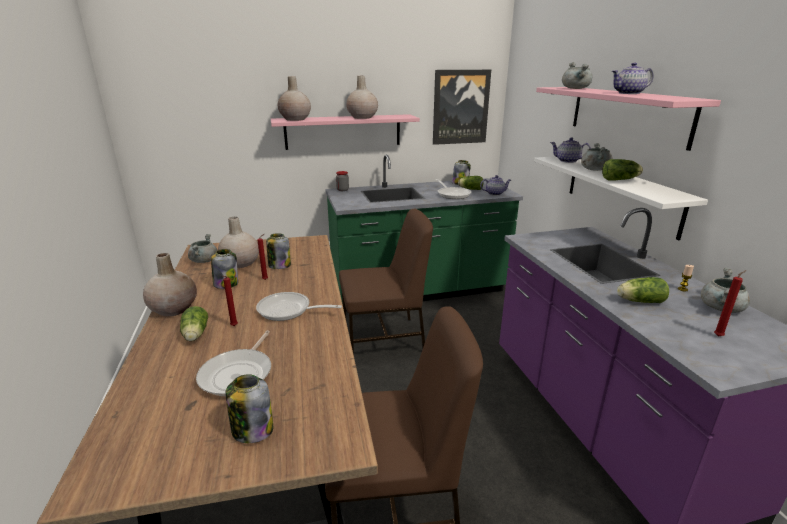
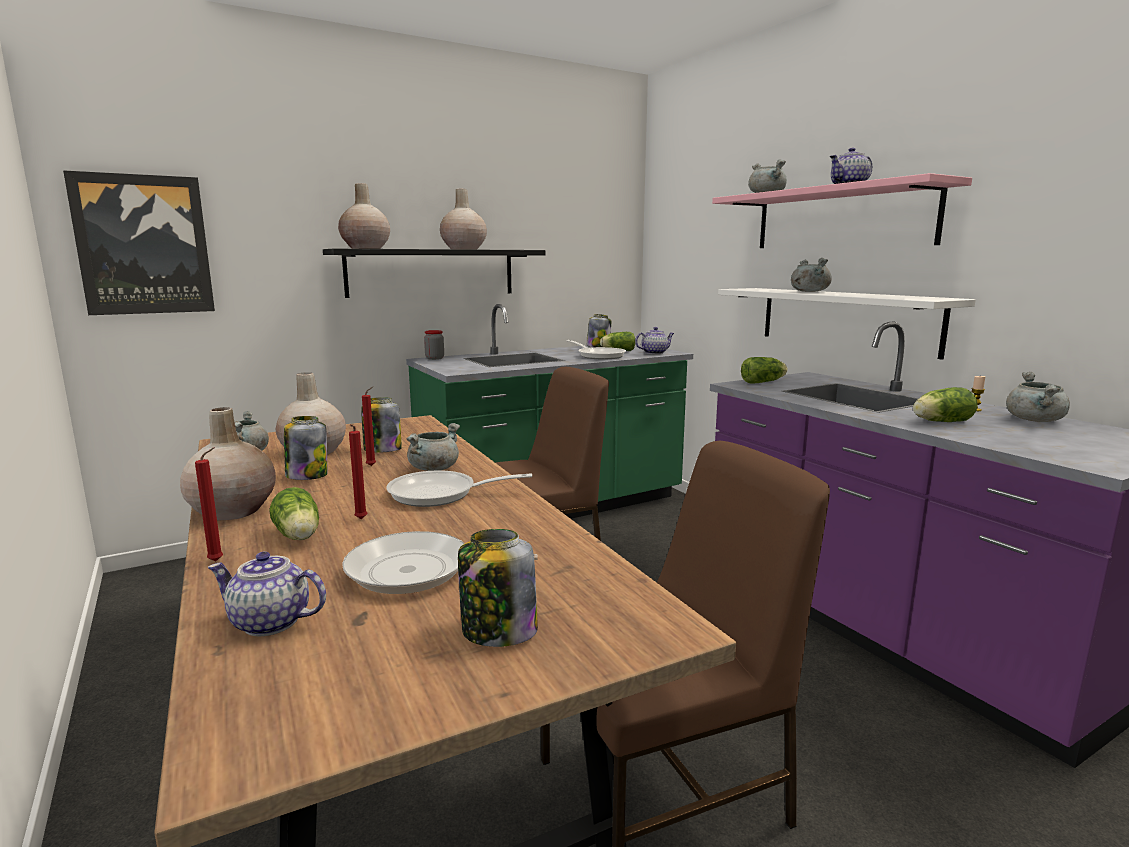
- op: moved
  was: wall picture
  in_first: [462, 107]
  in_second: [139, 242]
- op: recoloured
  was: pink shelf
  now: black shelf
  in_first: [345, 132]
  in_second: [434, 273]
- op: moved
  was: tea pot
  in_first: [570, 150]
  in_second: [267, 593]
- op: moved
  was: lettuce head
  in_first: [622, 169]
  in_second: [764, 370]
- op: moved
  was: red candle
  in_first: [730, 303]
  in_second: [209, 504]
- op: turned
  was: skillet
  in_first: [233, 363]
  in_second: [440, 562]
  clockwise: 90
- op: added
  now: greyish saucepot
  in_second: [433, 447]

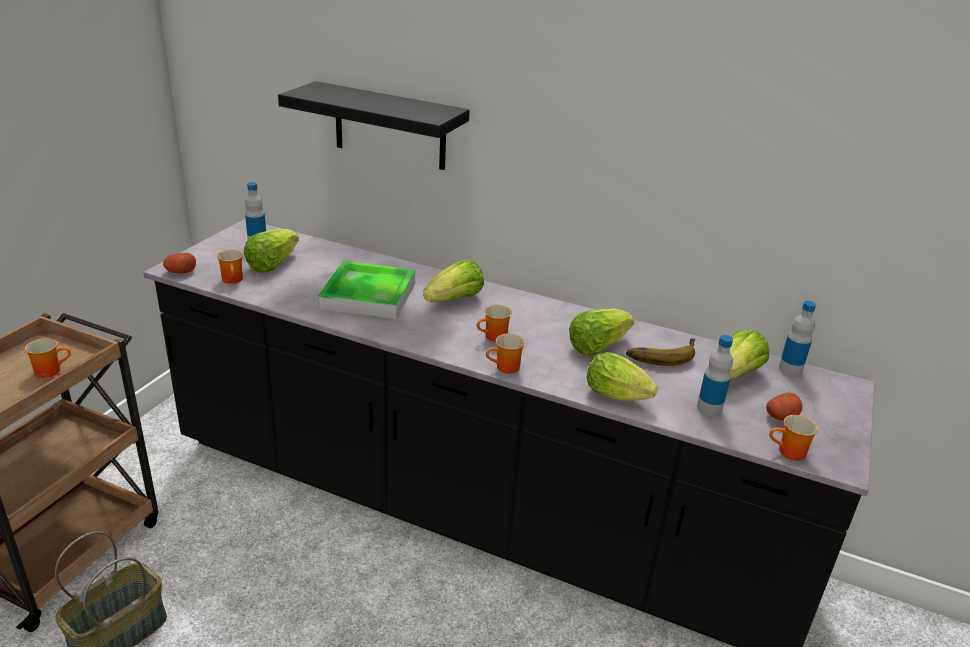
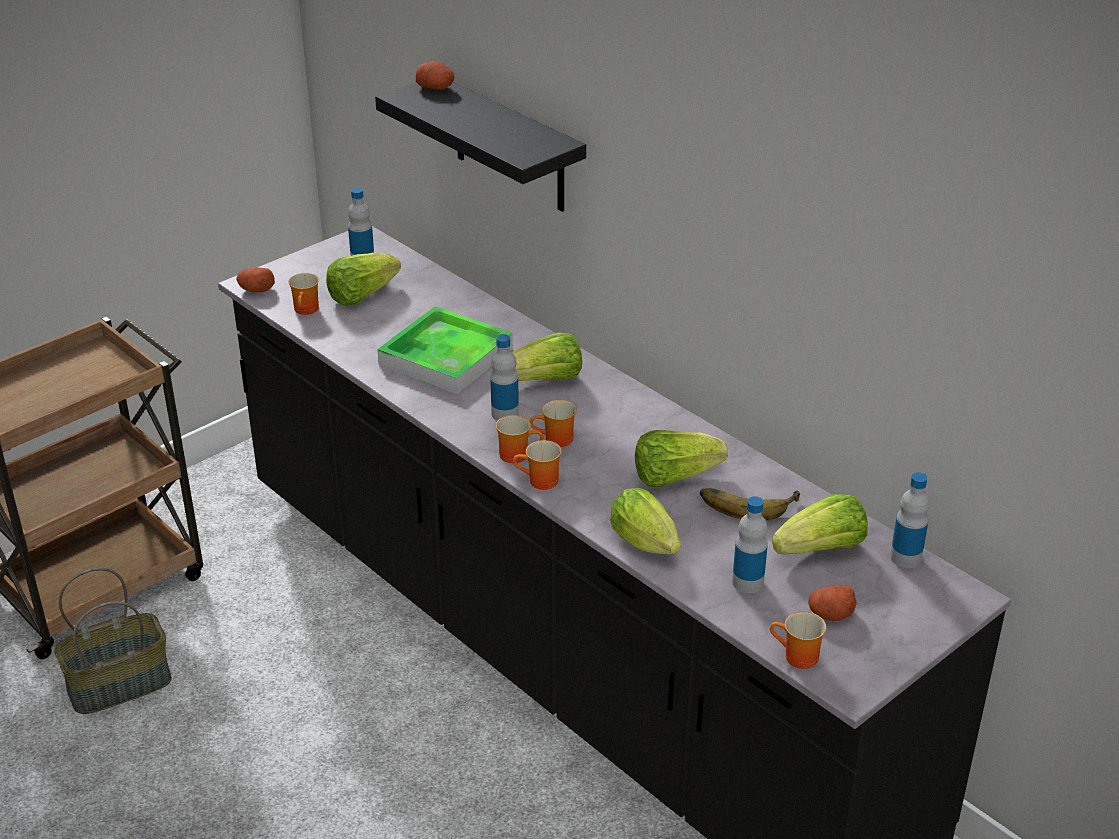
- op: moved
  was: tea mug
  in_first: [48, 358]
  in_second: [519, 439]
- op: added
  now: whole potato
  in_second: [435, 75]
- op: added
  now: beverage bottle
  in_second: [504, 377]

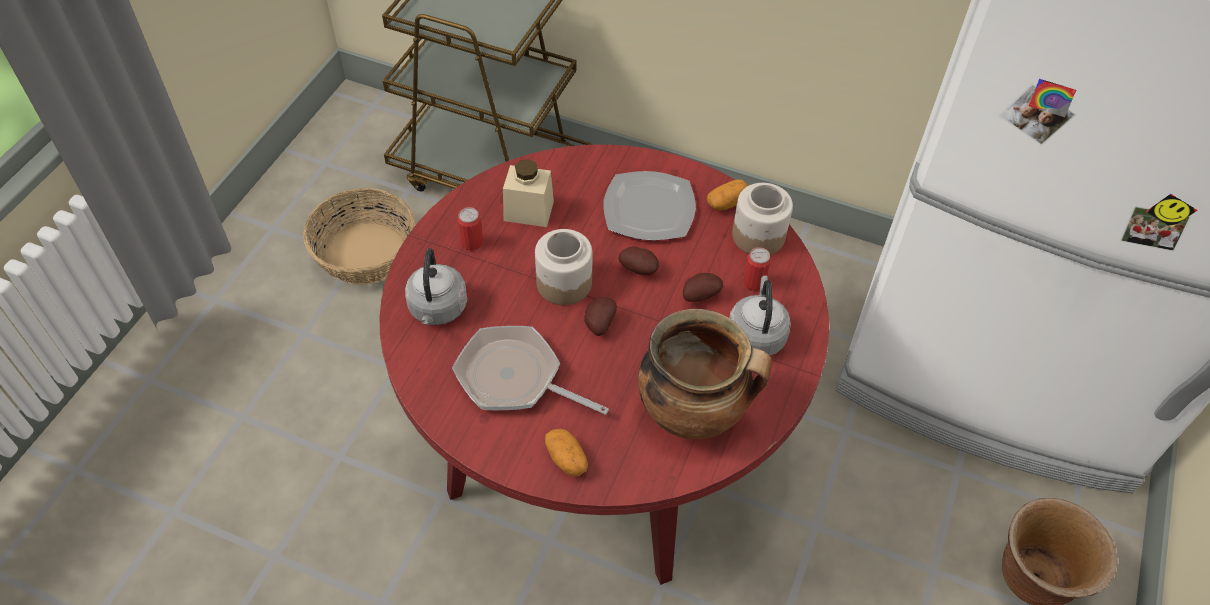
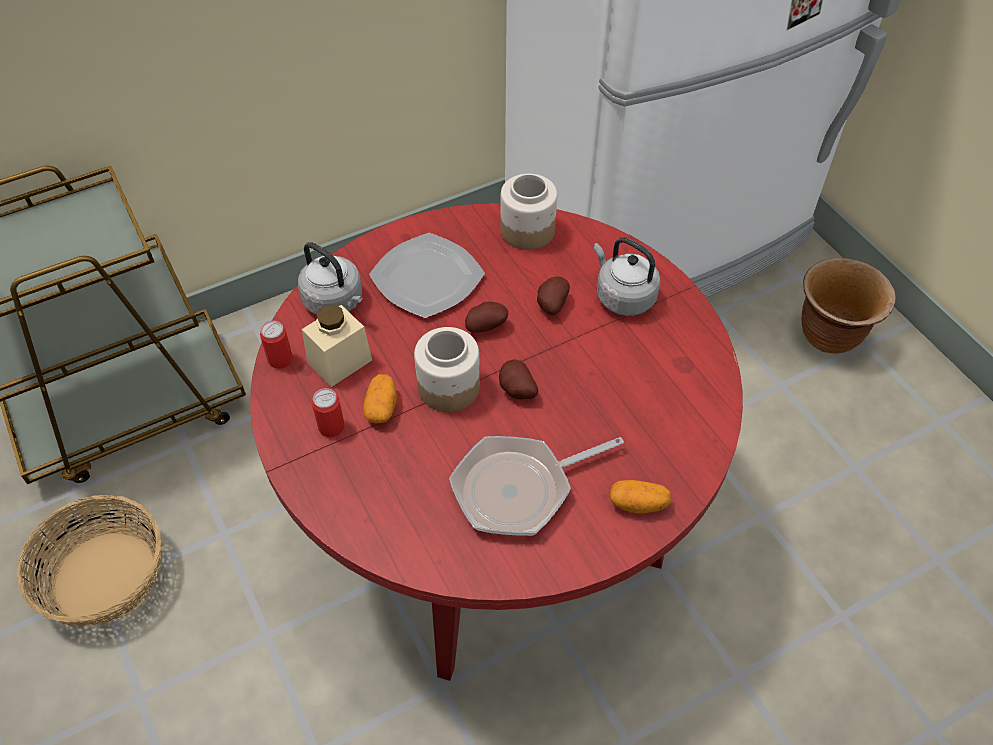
- op: moved
  was: whole potato
  in_first: [727, 194]
  in_second: [380, 399]
- op: moved
  was: sealed can
  in_first: [757, 269]
  in_second: [276, 345]
- op: moved
  was: greyish tea kettle
  in_first: [436, 286]
  in_second: [330, 278]
- op: removed
  was: saucepot
  in_first: [705, 374]

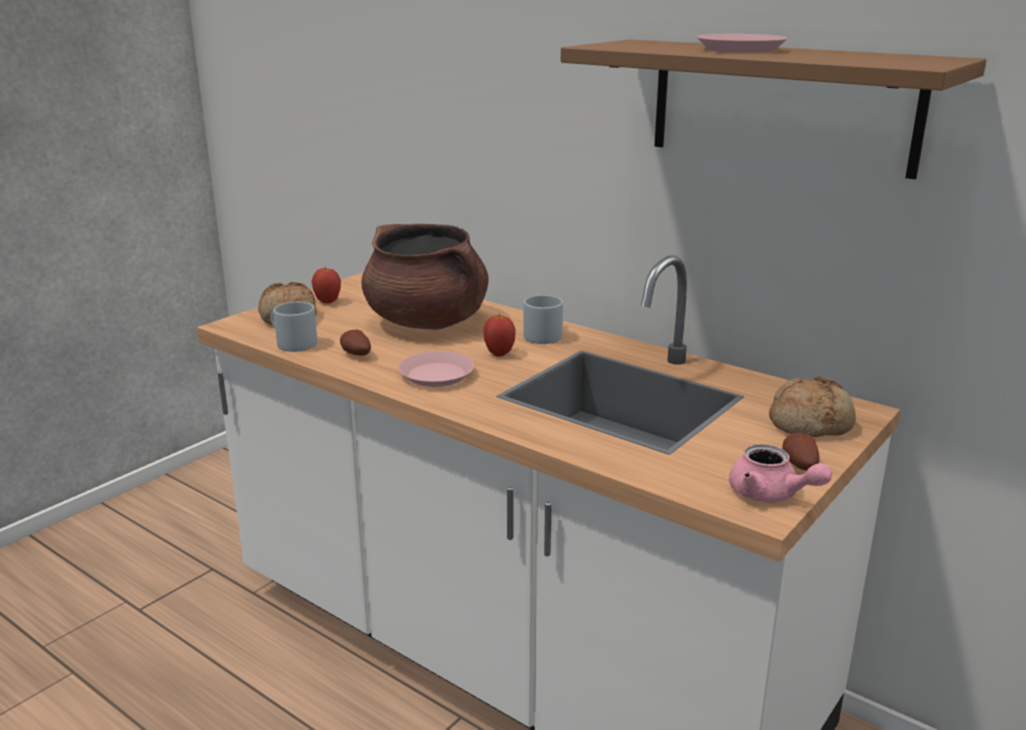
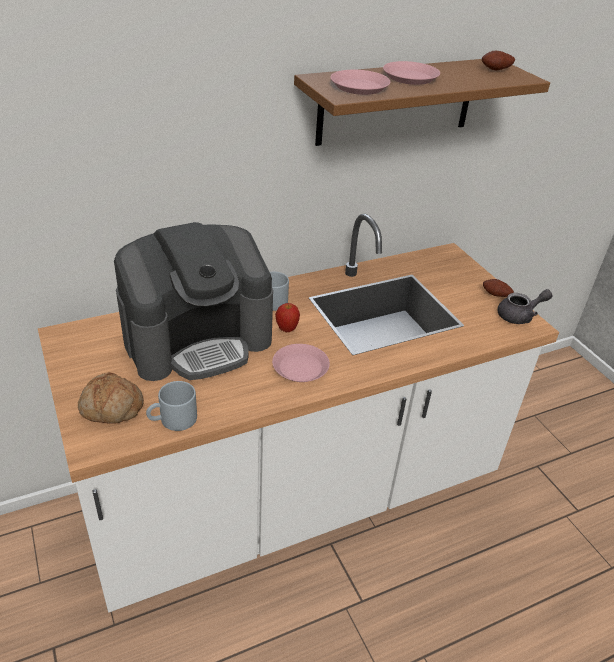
- op: replaced
  was: brown-coloured saucepot
  now: coffee machine
  in_first: [425, 277]
  in_second: [193, 301]
- op: removed
  was: apple
  in_first: [326, 285]
- op: moved
  was: whole potato
  in_first: [355, 343]
  in_second: [498, 60]
- op: removed
  was: baked bread
  in_first: [812, 406]
- op: recoloured
  was: pink tea pot
  now: greyish tea pot
  in_first: [780, 473]
  in_second: [525, 306]
- op: added
  now: pink plate
  in_second: [360, 82]

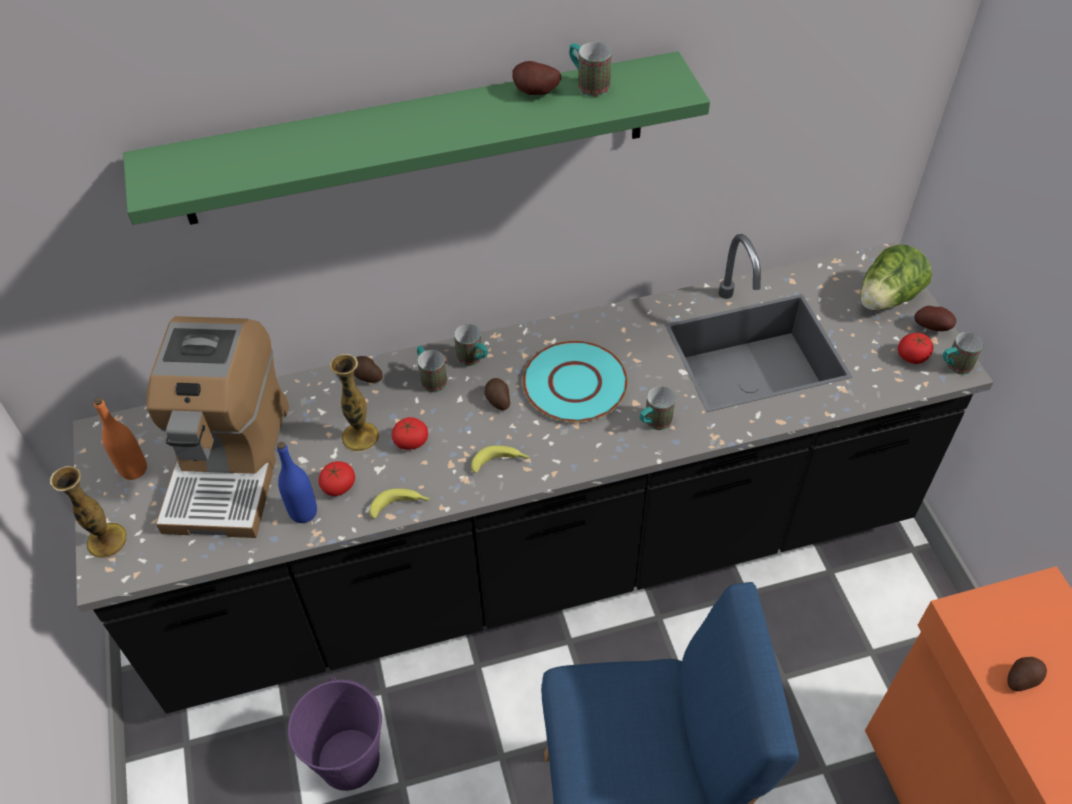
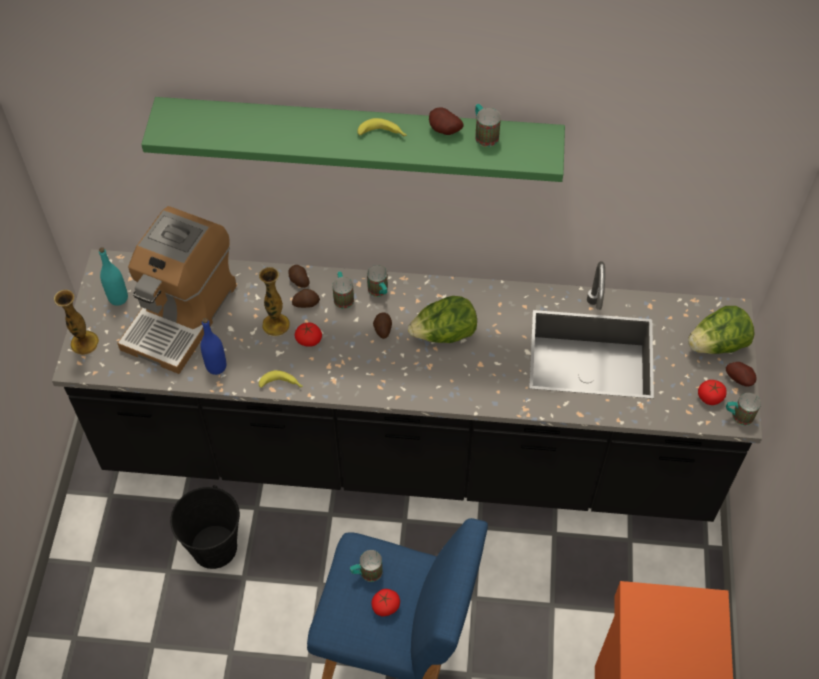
- op: replaced
  was: turquoise plate
  now: lettuce head
  in_first: [575, 381]
  in_second: [442, 319]
- op: moved
  was: tea mug
  in_first: [657, 408]
  in_second: [366, 566]
- op: recoloured
  was: orangey beverage bottle
  now: turquoise beverage bottle
  in_first: [120, 439]
  in_second: [113, 276]
- op: moved
  was: banana fruit
  in_first: [500, 459]
  in_second: [382, 127]
- op: moved
  was: tomato
  in_first: [337, 478]
  in_second: [385, 602]
- op: moved
  was: whole potato
  in_first: [1027, 674]
  in_second: [306, 298]
- op: recoloured
  was: purplish water bucket
  now: black water bucket
  in_first: [335, 734]
  in_second: [205, 527]

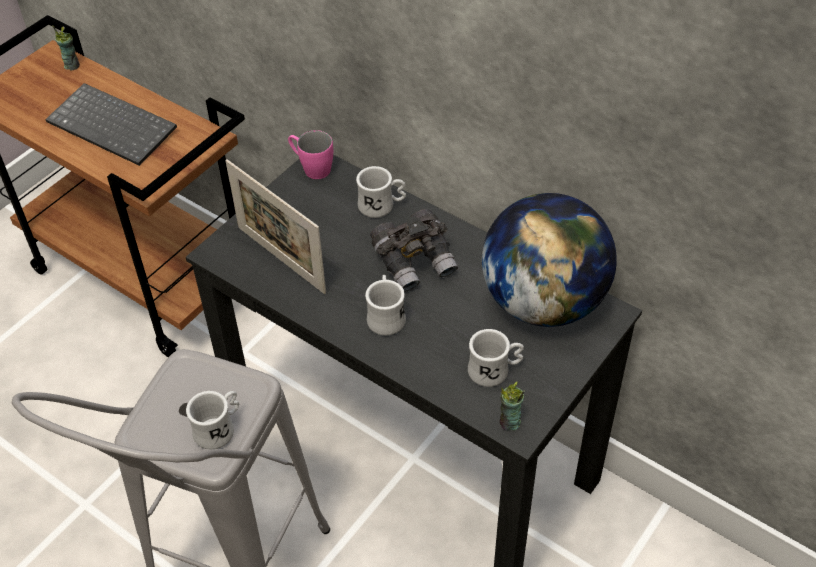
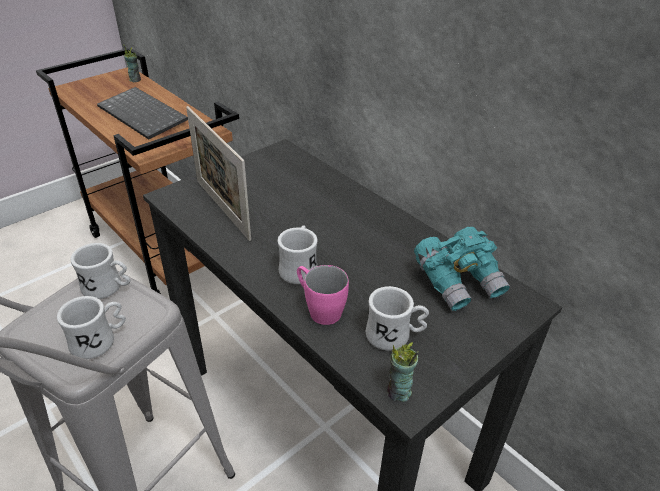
- op: moved
  was: pink tea mug
  in_first: [310, 154]
  in_second: [323, 295]
- op: moved
  was: whitish tea mug
  in_first: [381, 192]
  in_second: [100, 271]
- op: replaced
  was: globe
  now: turquoise field glasses
  in_first: [549, 260]
  in_second: [462, 269]
- op: removed
  was: greyish field glasses
  in_first: [414, 250]

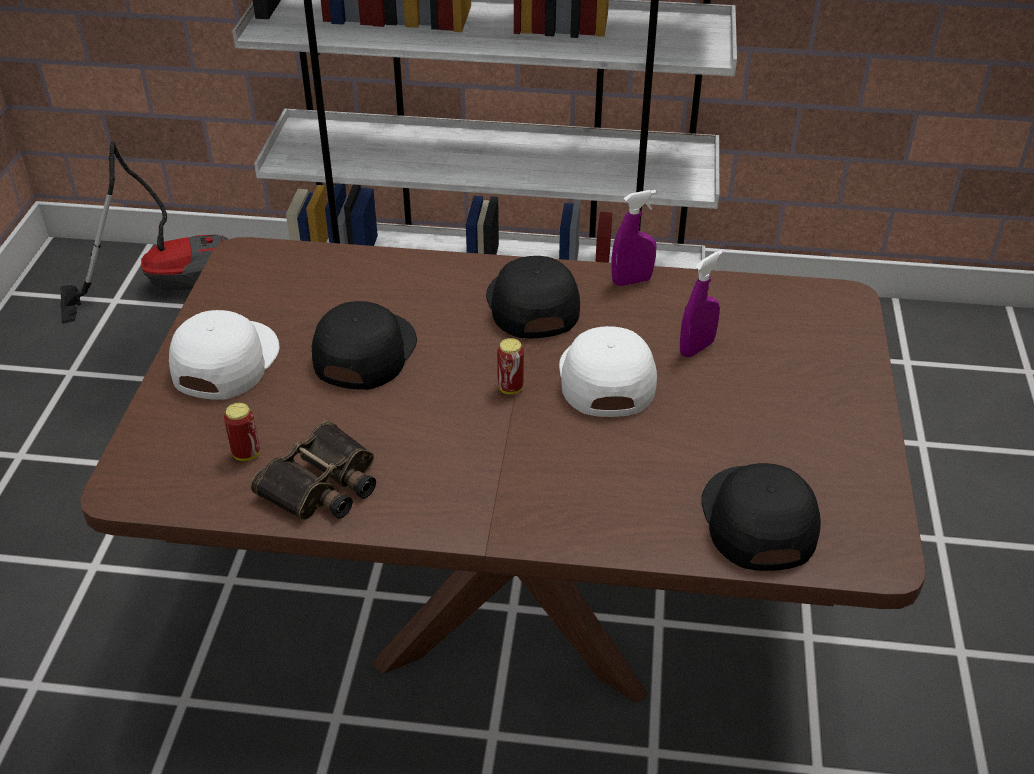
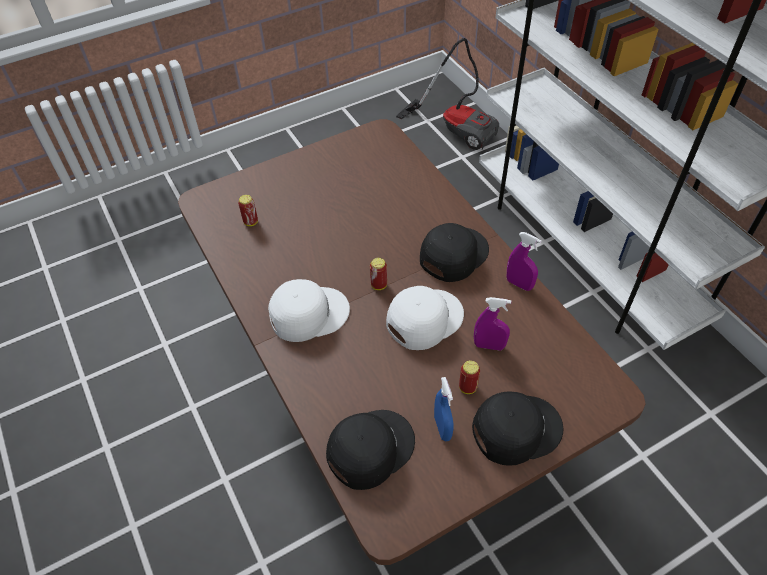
- op: moved
  was: black cap
  in_first: [364, 345]
  in_second: [517, 429]
- op: moved
  was: whitish cap
  in_first: [224, 355]
  in_second: [309, 310]
- op: removed
  was: field glasses
  in_first: [313, 470]
- op: added
  now: sealed can
  in_second: [469, 377]
- op: added
  now: blue sprayer
  in_second: [444, 409]

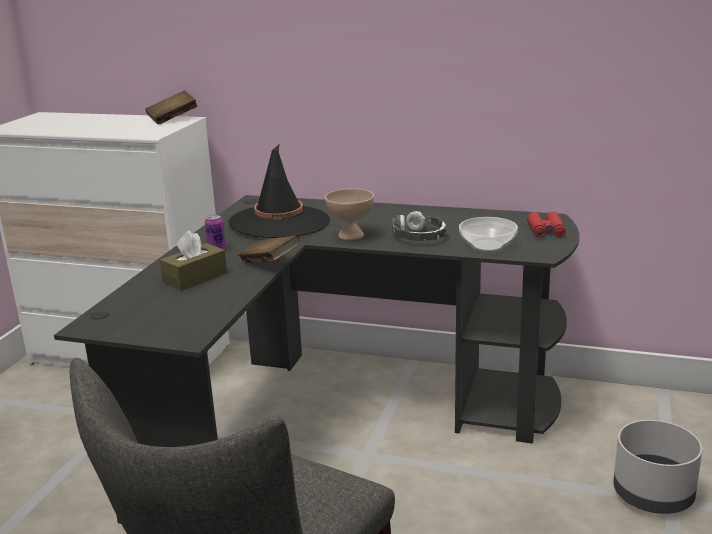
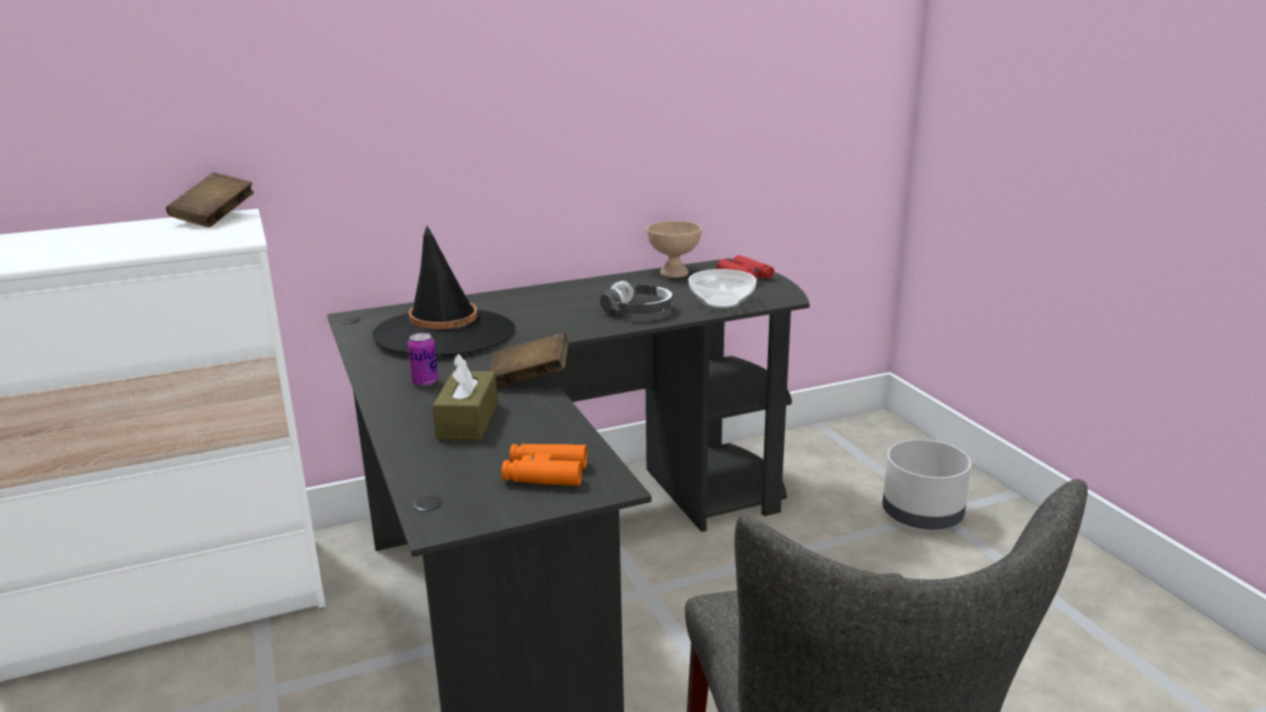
- op: moved
  was: beige bowl
  in_first: [349, 215]
  in_second: [674, 249]
- op: added
  now: orangey field glasses
  in_second: [544, 465]

